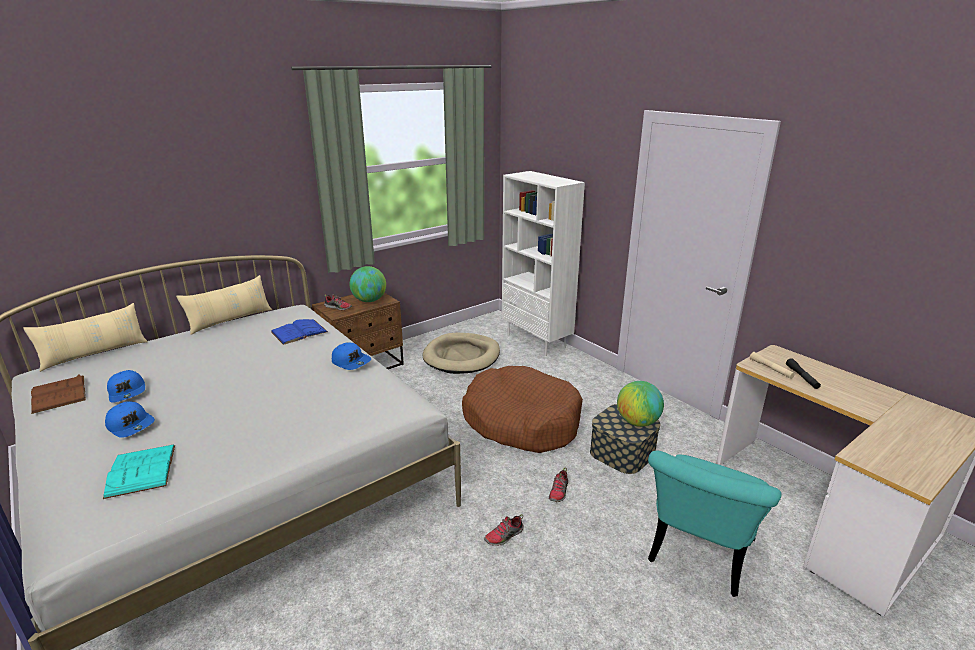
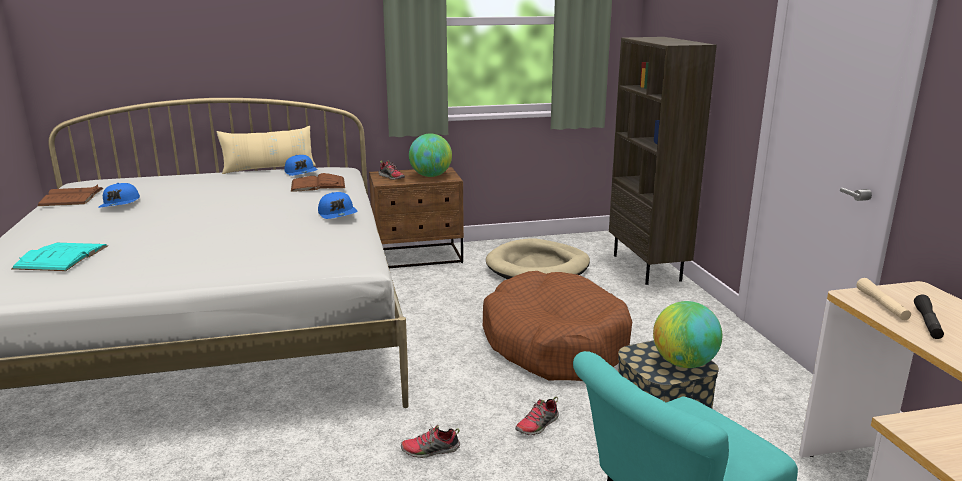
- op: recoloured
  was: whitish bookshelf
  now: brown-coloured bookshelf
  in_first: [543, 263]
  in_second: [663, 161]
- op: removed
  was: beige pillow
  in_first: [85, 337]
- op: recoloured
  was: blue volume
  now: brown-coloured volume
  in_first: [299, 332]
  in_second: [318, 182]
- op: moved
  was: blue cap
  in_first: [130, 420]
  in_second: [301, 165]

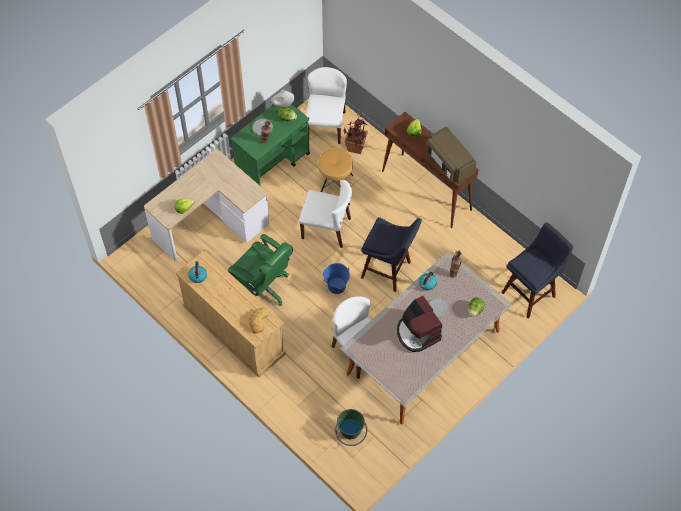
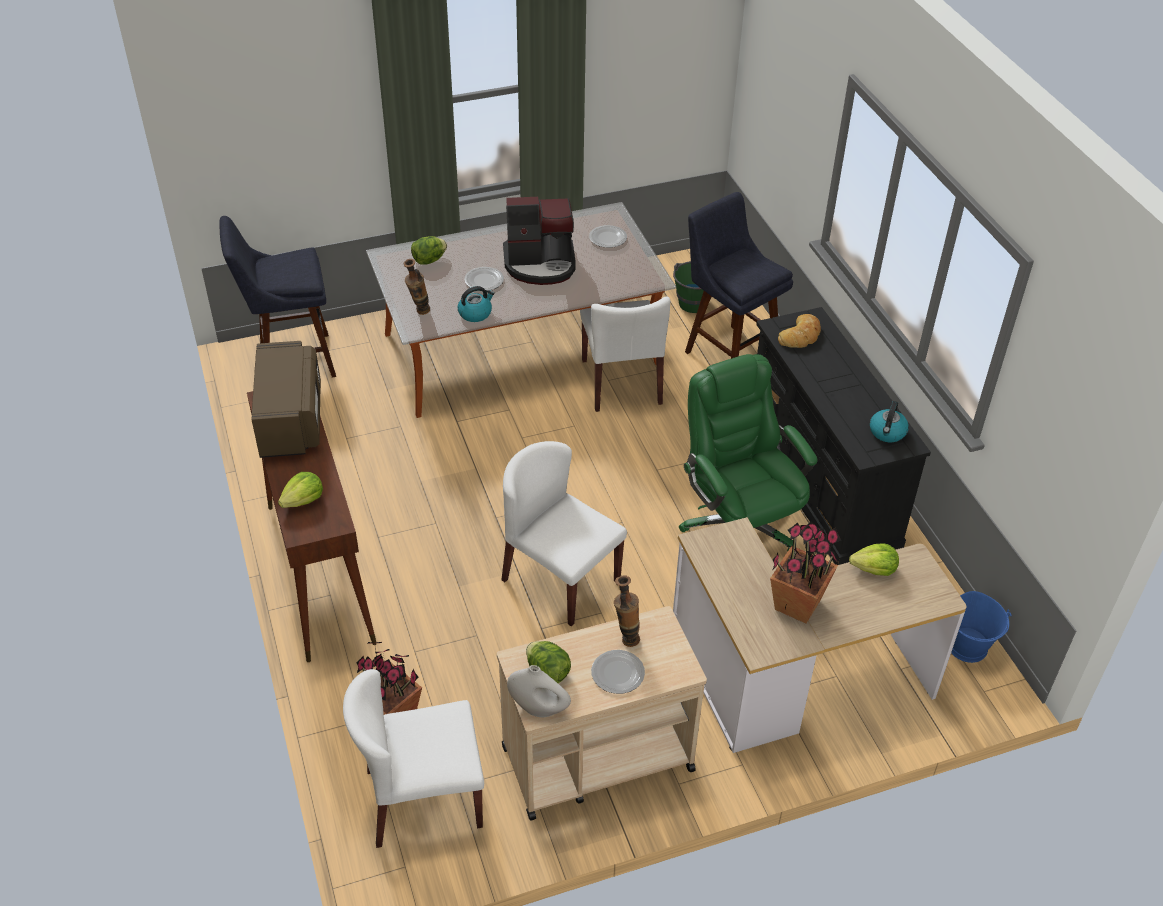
- op: turned
  was: whitish chair
  in_first: [326, 105]
  in_second: [413, 758]
  clockwise: 45
- op: recoloured
  was: green cart
  now: beige cart
  in_first: [270, 144]
  in_second: [602, 713]
- op: removed
  was: brown-coloured stool seat
  in_first: [335, 176]
- op: moved
  was: blue stool seat
  in_first: [391, 254]
  in_second: [739, 275]
- op: recoloured
  was: beige dresser
  now: black dresser
  in_first: [231, 314]
  in_second: [843, 436]
- op: moved
  was: blue water bucket
  in_first: [336, 278]
  in_second: [981, 627]
- op: turned
  was: coffee machine
  in_first: [419, 324]
  in_second: [539, 241]
  clockwise: 90
- op: added
  now: plate
  in_second: [608, 236]
- op: added
  now: potted plant
  in_second: [805, 572]

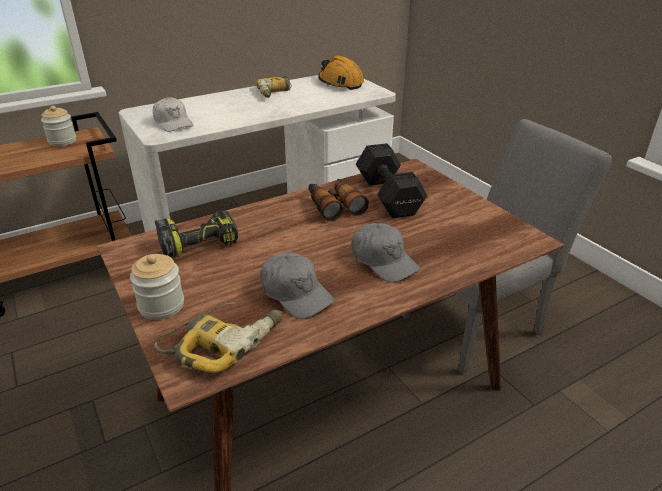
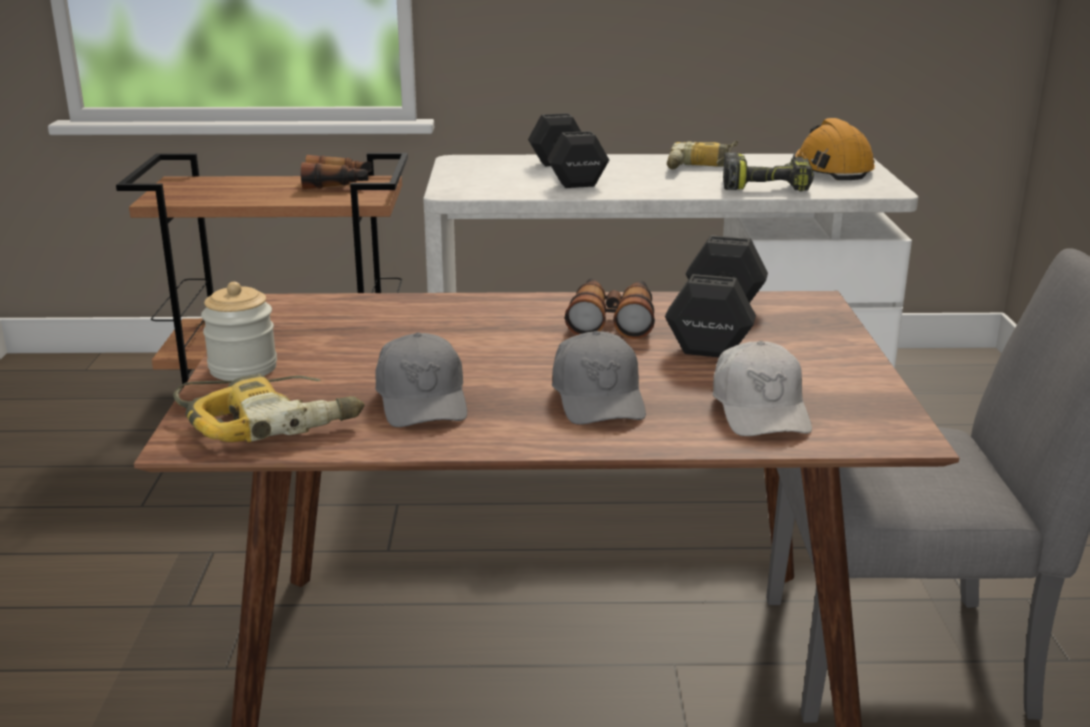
- op: moved
  was: whitish cap
  in_first: [173, 114]
  in_second: [762, 388]
- op: replaced
  was: storage jar
  now: field glasses
  in_first: [58, 126]
  in_second: [336, 172]
- op: moved
  was: electric drill
  in_first: [196, 233]
  in_second: [768, 171]
- op: added
  now: black hand weight
  in_second: [568, 150]

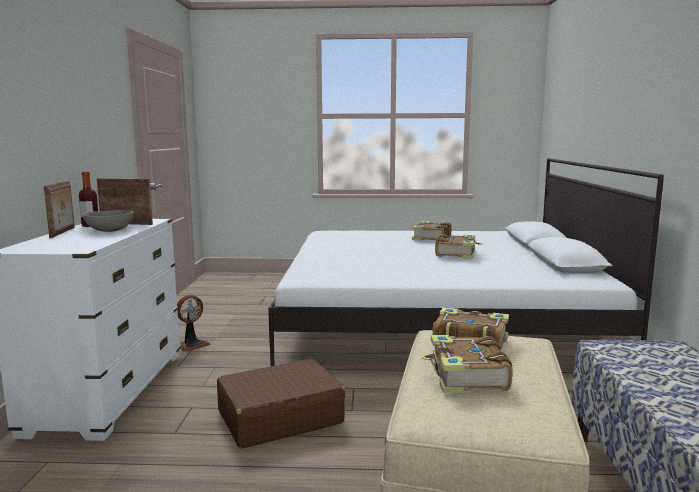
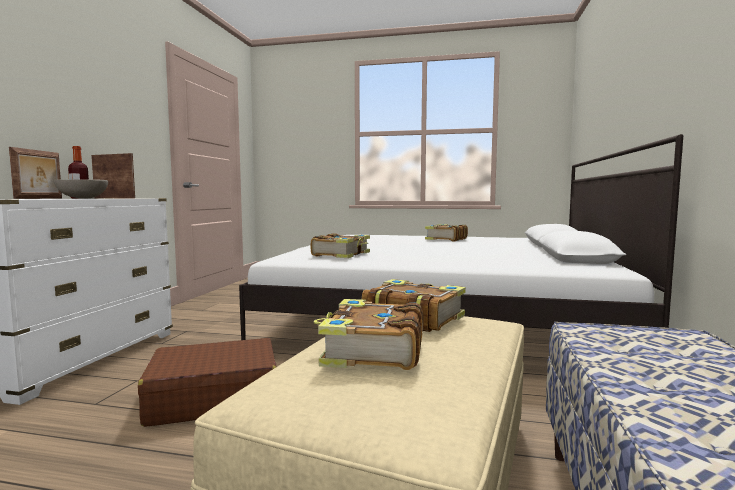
- op: moved
  was: volume
  in_first: [459, 246]
  in_second: [340, 245]
- op: removed
  was: fan
  in_first: [193, 323]

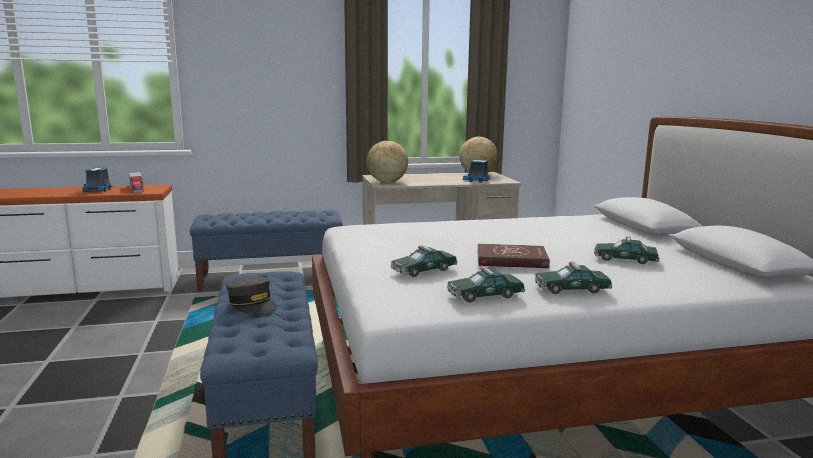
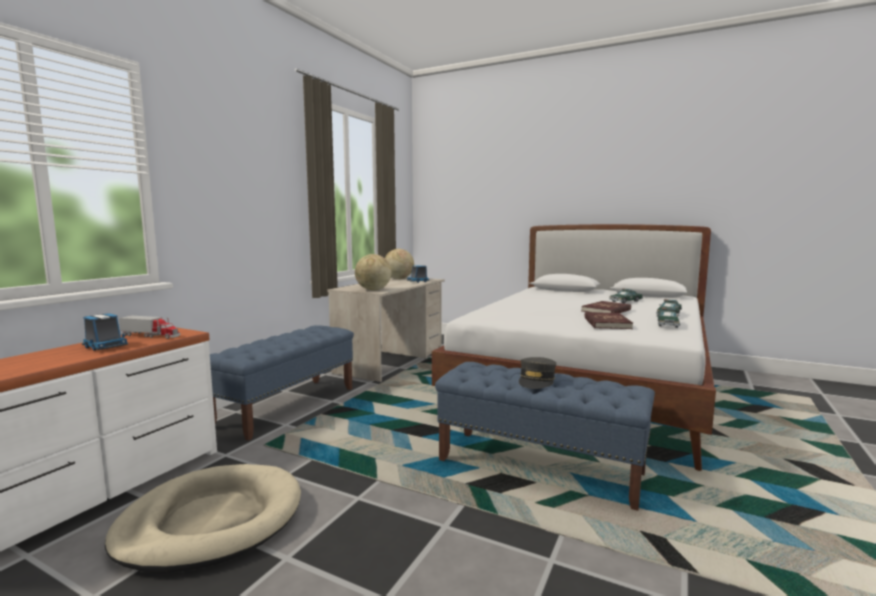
- op: replaced
  was: toy car
  now: red volume
  in_first: [424, 261]
  in_second: [608, 320]
- op: turned
  was: greyish cap
  in_first: [251, 295]
  in_second: [537, 373]
  clockwise: 120
- op: added
  now: beige pet bed
  in_second: [203, 518]

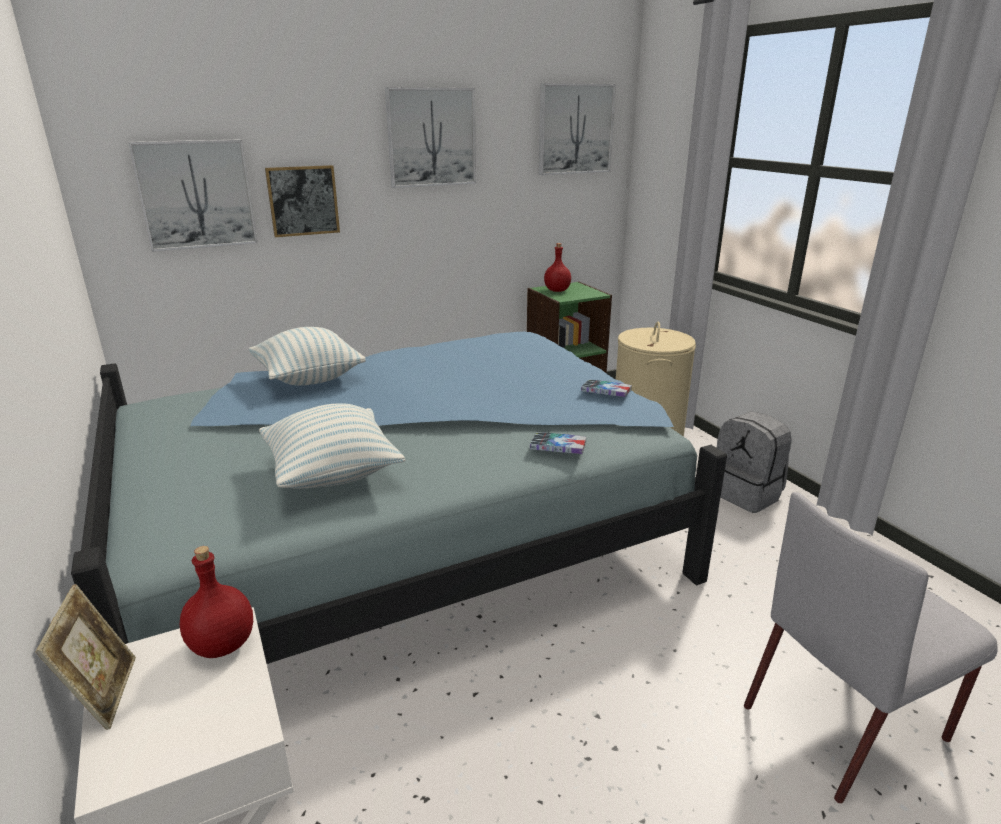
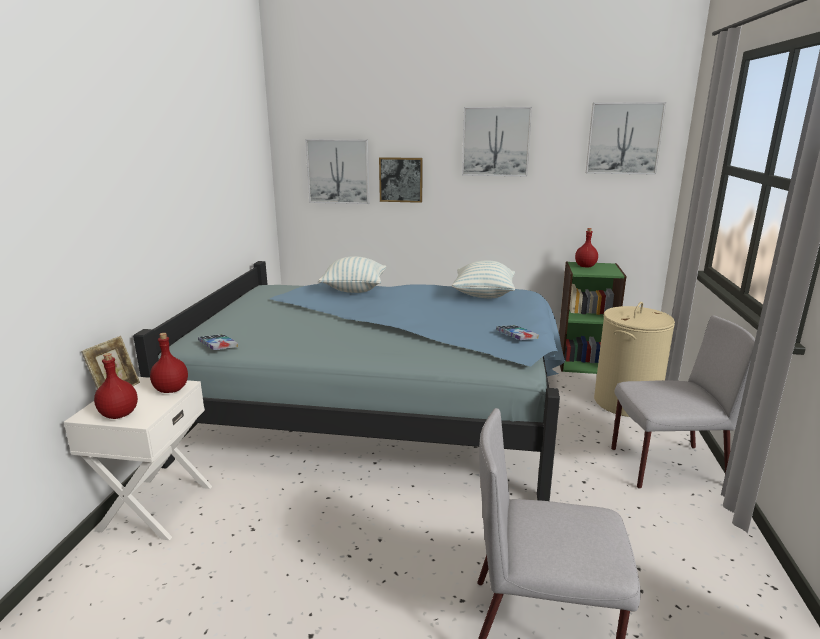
- op: moved
  was: pillow
  in_first: [332, 446]
  in_second: [483, 279]
- op: replaced
  was: greyish rucksack
  now: greyish chair
  in_first: [754, 462]
  in_second: [683, 402]
- op: moved
  was: volume
  in_first: [558, 443]
  in_second: [218, 342]
- op: added
  now: red beverage bottle
  in_second: [116, 386]

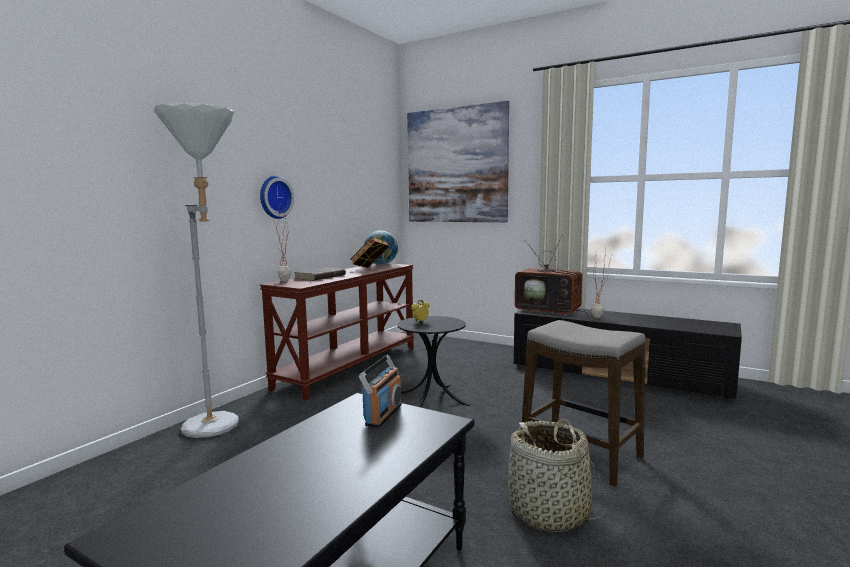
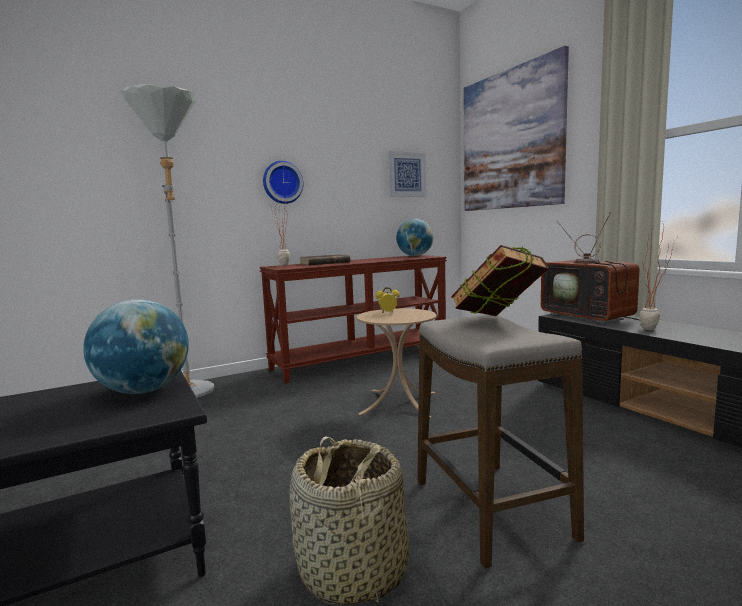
- op: moved
  was: volume
  in_first: [369, 252]
  in_second: [500, 280]
- op: recoloured
  was: black accent table
  now: beige accent table
  in_first: [434, 361]
  in_second: [397, 363]
- op: replaced
  was: radio
  now: globe
  in_first: [380, 391]
  in_second: [136, 346]
- op: added
  now: wall picture
  in_second: [406, 174]

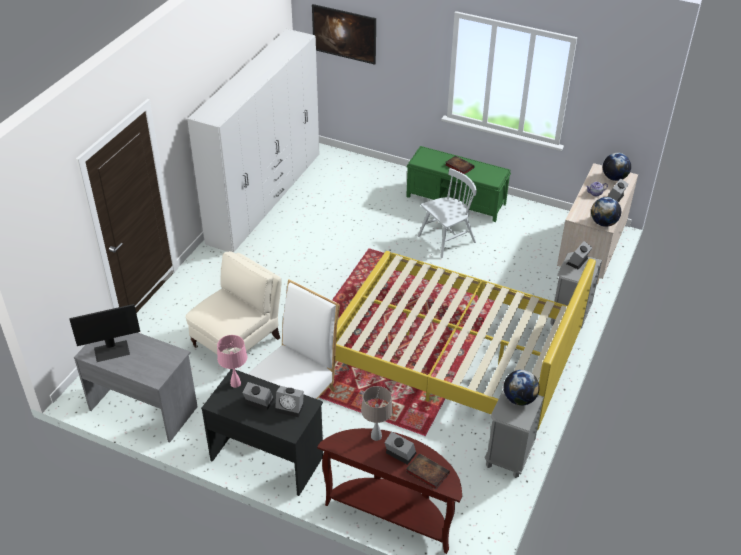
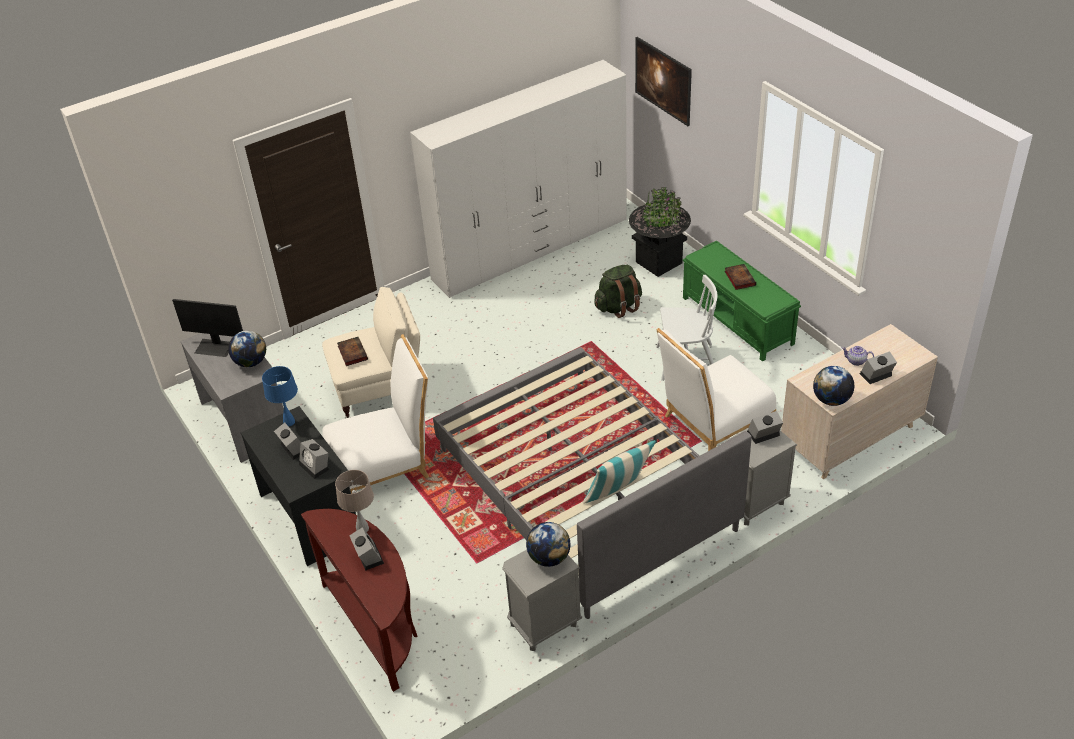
- op: moved
  was: globe
  in_first: [617, 167]
  in_second: [247, 348]
- op: recoloured
  was: yellow sleeping bed
  now: greyish sleeping bed
  in_first: [465, 340]
  in_second: [592, 483]
- op: recoloured
  was: pink tabletop lamp
  now: blue tabletop lamp
  in_first: [232, 361]
  in_second: [280, 396]
- op: moved
  was: volume
  in_first: [428, 471]
  in_second: [352, 351]
- op: added
  now: black plant pot
  in_second: [660, 232]
- op: added
  now: green rucksack
  in_second: [618, 291]
- op: added
  now: whitish chair
  in_second: [716, 389]
- op: added
  now: pillow
  in_second: [619, 472]

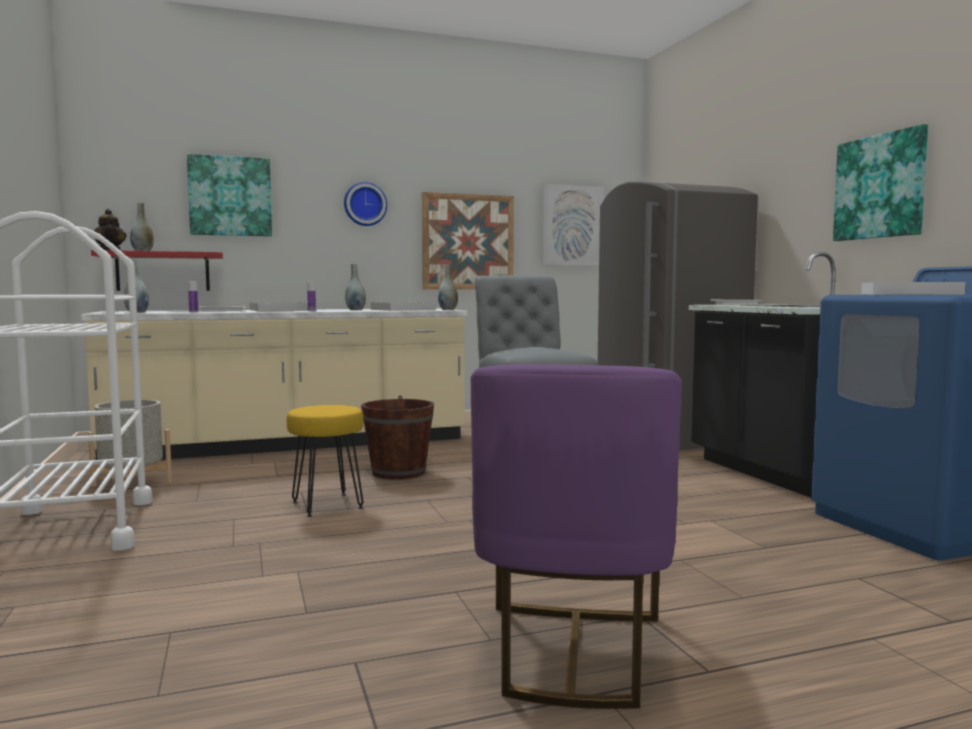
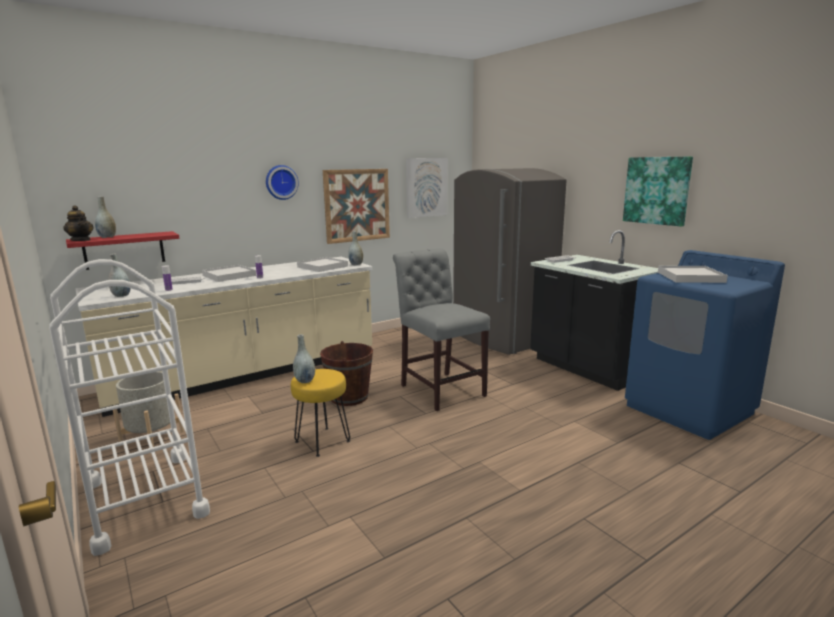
- op: removed
  was: wall picture
  in_first: [229, 195]
- op: moved
  was: greyish decorative vase
  in_first: [355, 287]
  in_second: [304, 358]
- op: removed
  was: purplish chair
  in_first: [576, 537]

